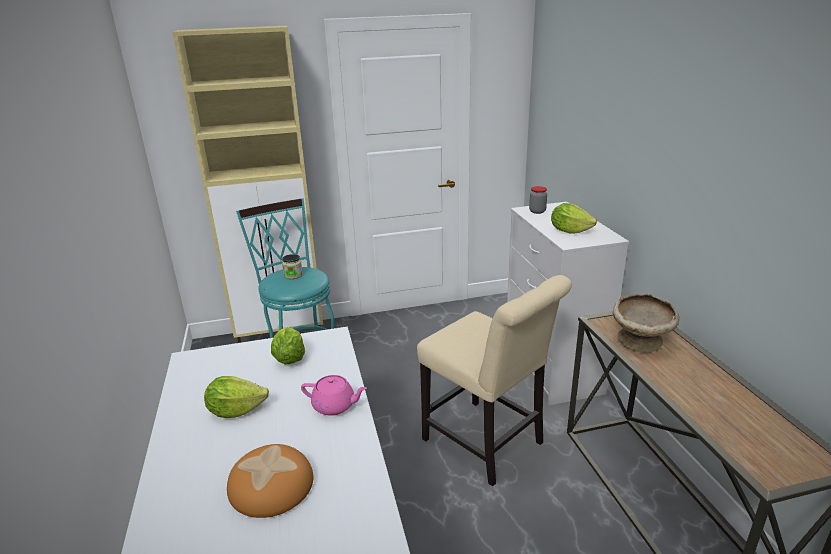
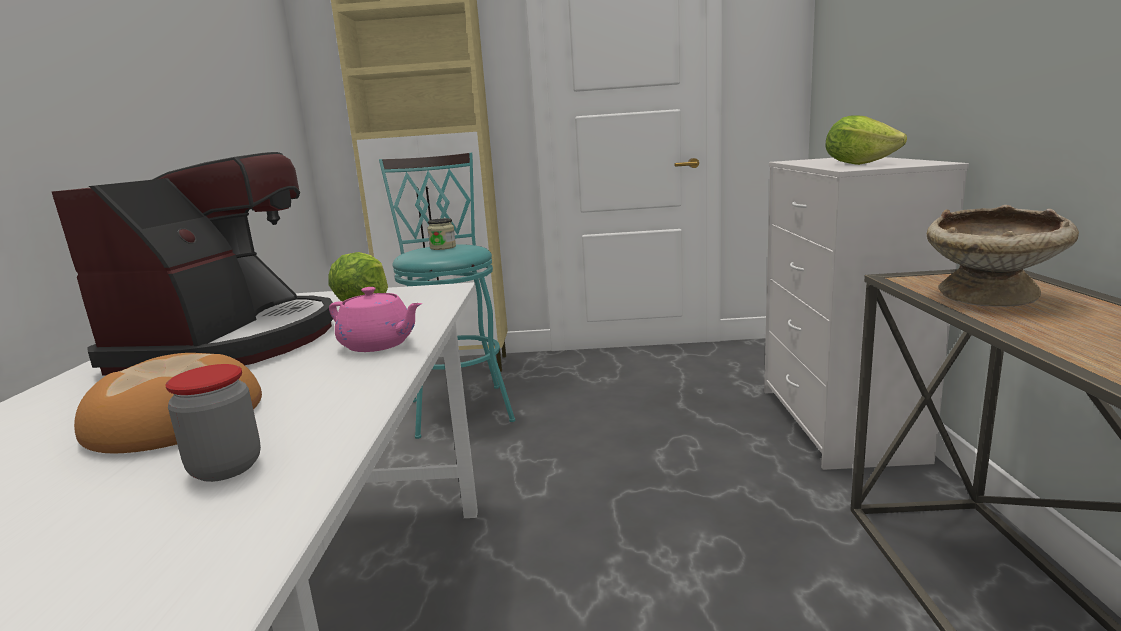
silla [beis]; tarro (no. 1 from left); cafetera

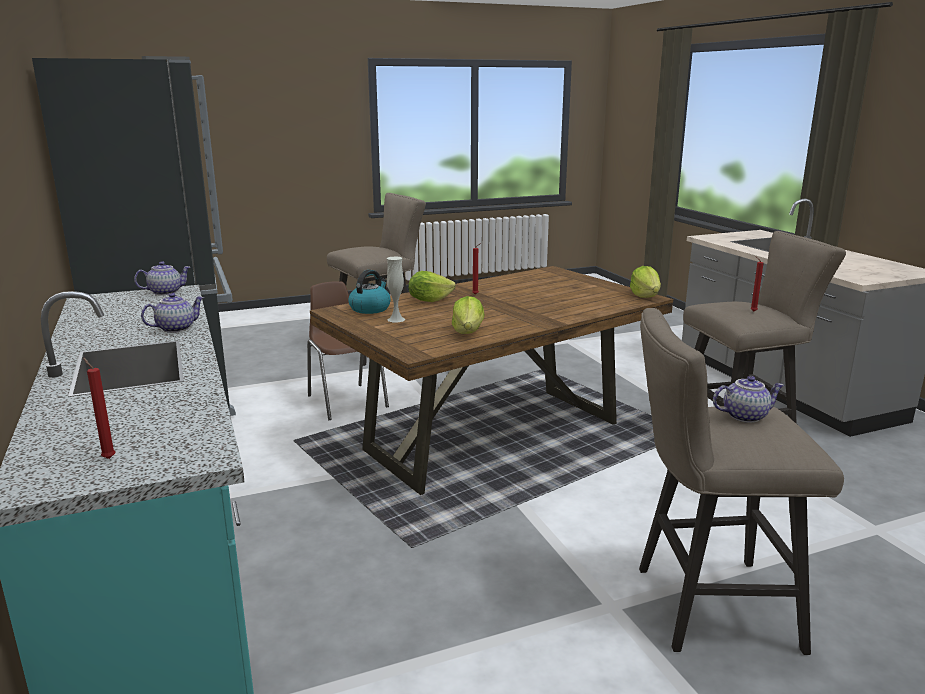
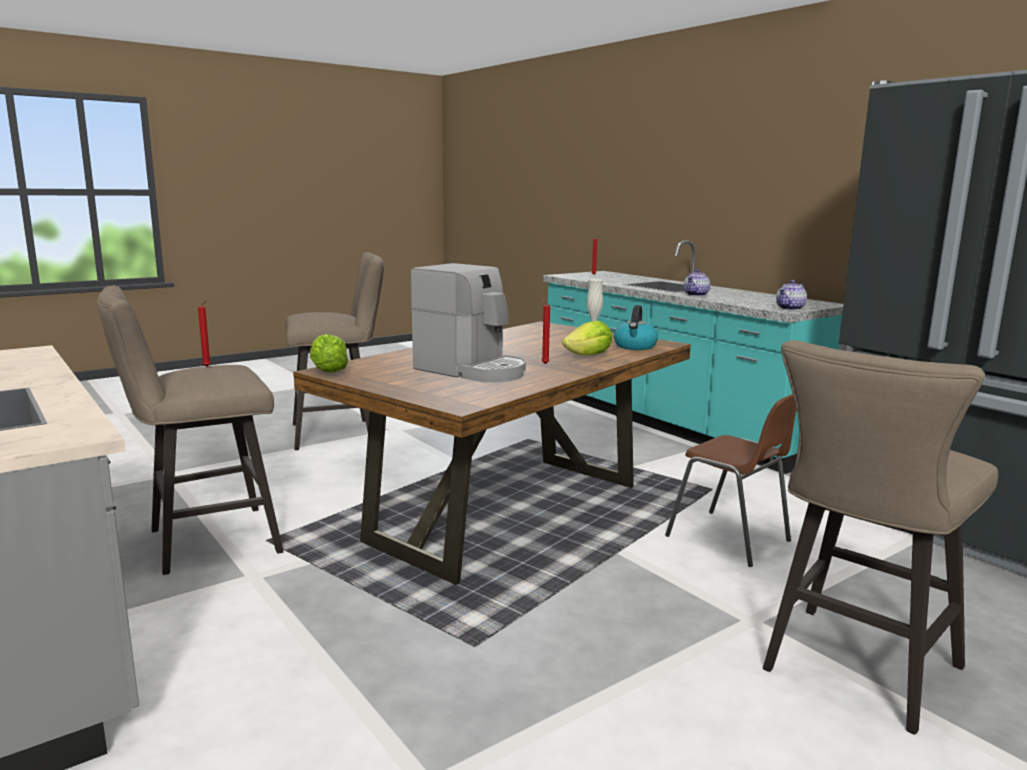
lechuga (no. 2 from left in the first image); tetera (no. 3 from left in the first image); cafetera

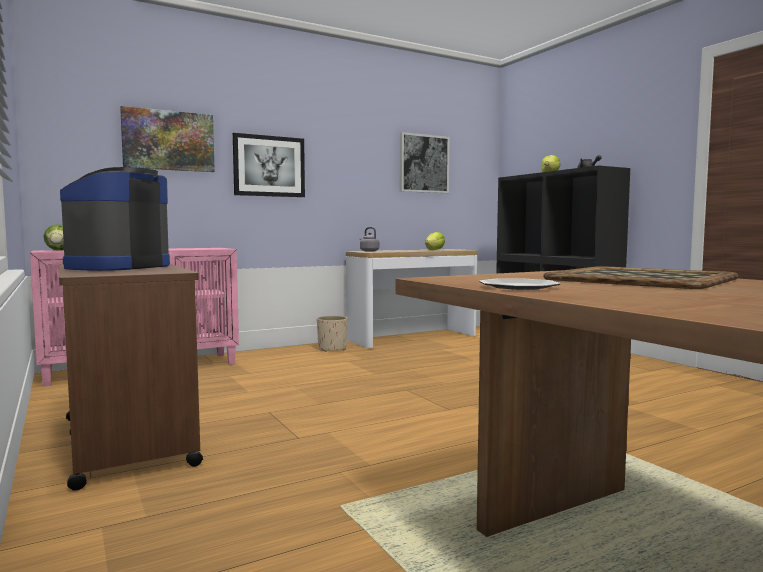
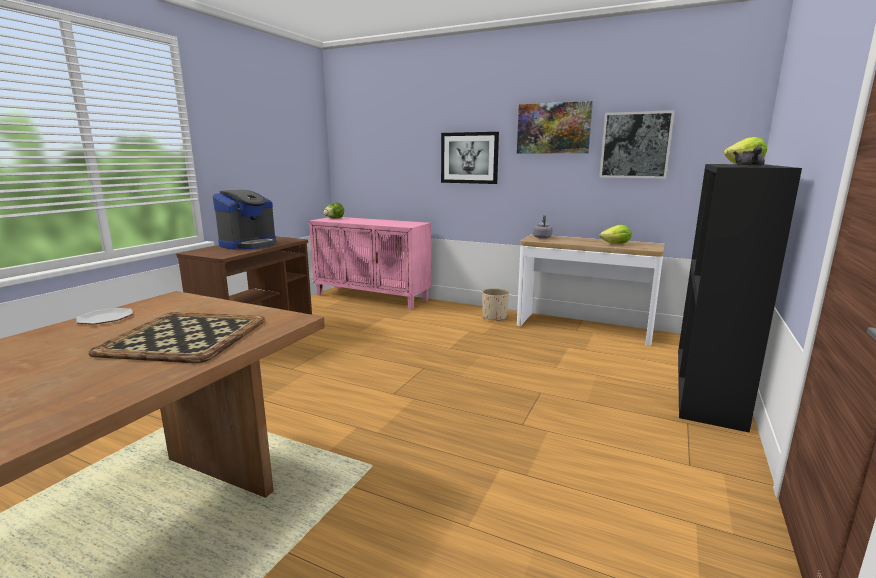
cuadro (no. 2 from left); cafetera

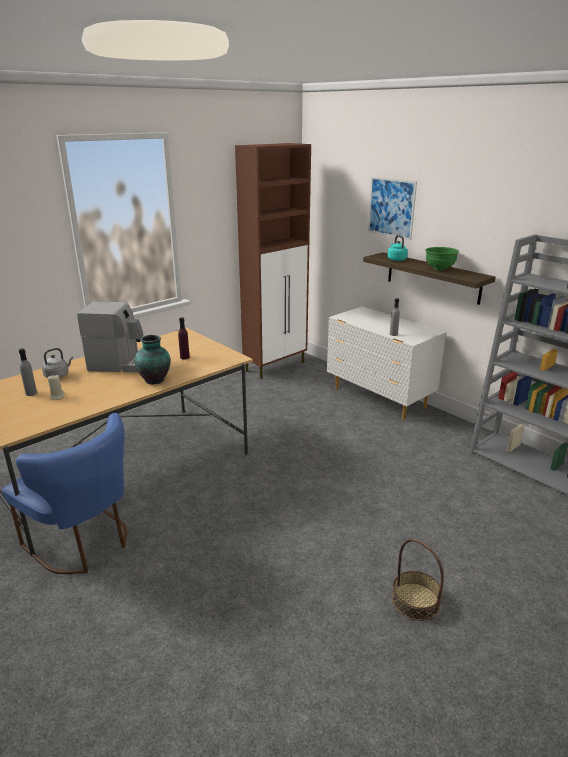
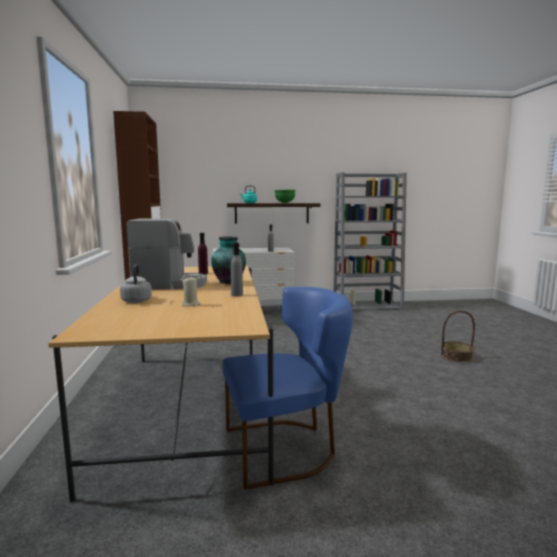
cuadro; botella [gris] (no. 1 from left); cafetera

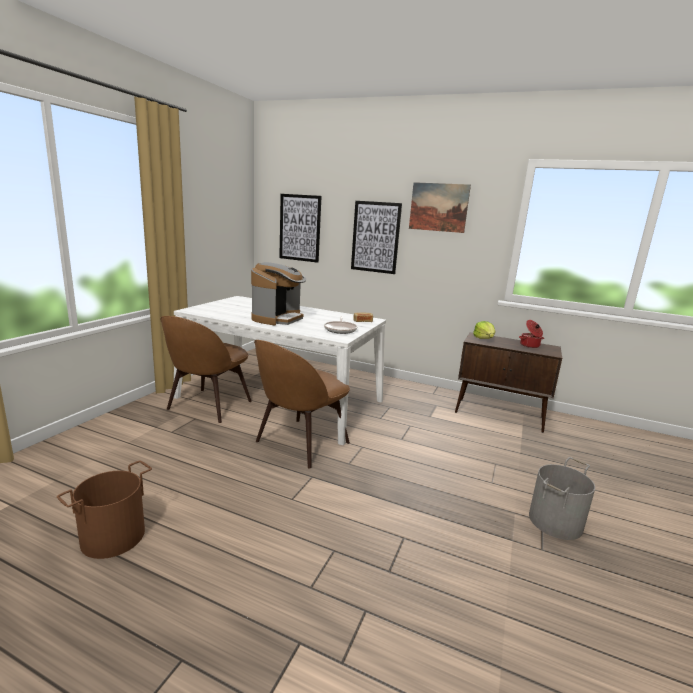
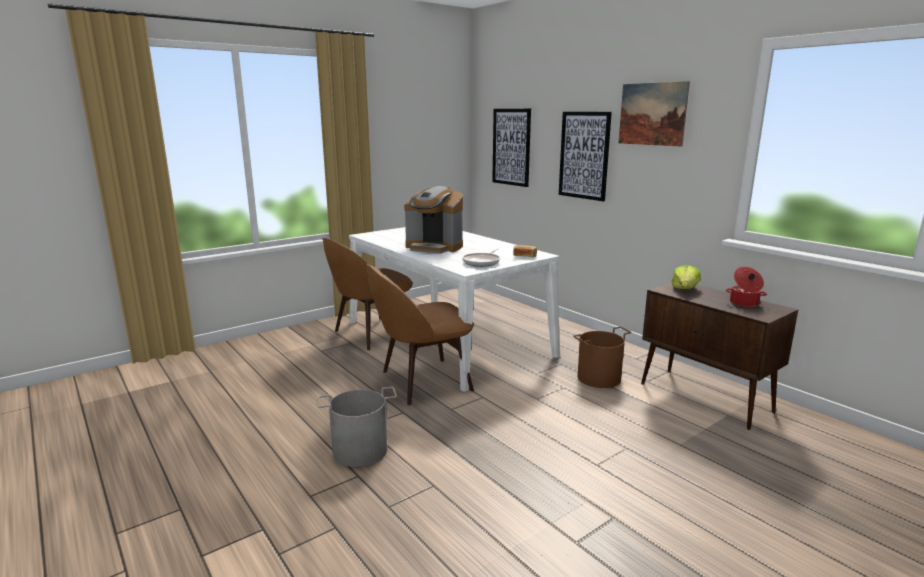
cubo [marrón]; cubo [gris]; cafetera

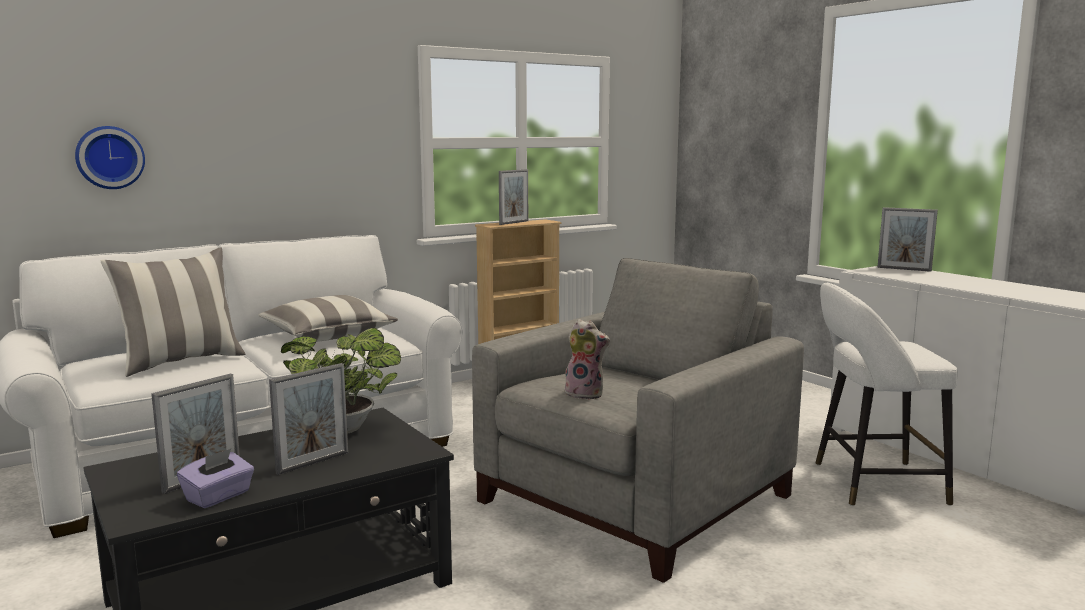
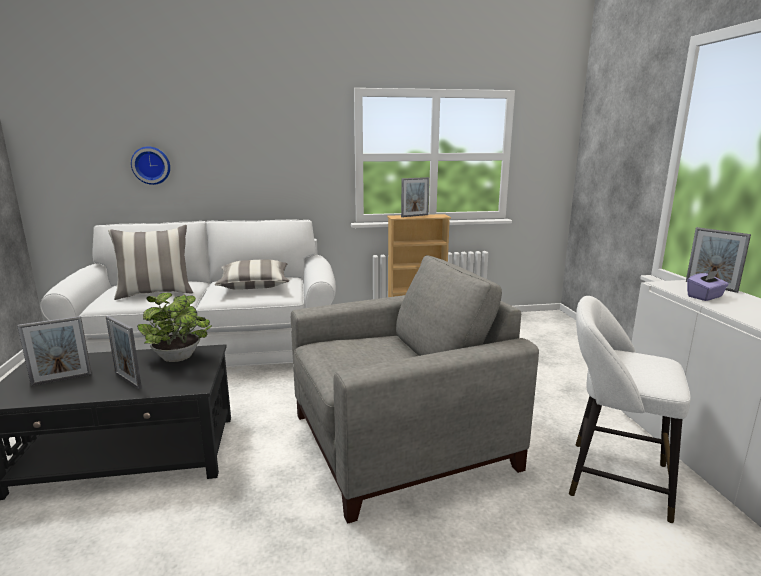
peluche; caja de pañuelos [morado]; portarretratos (no. 2 from left)

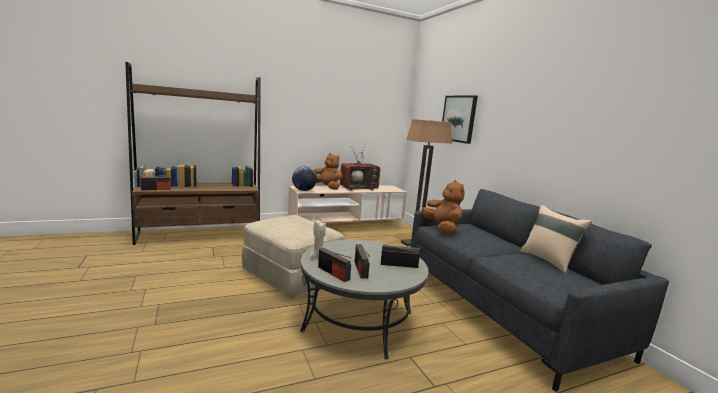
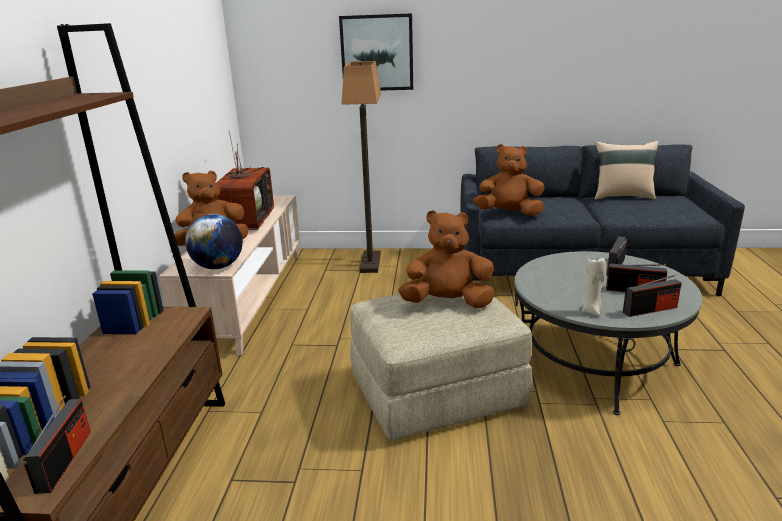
peluche [marrón] (no. 2 from left)

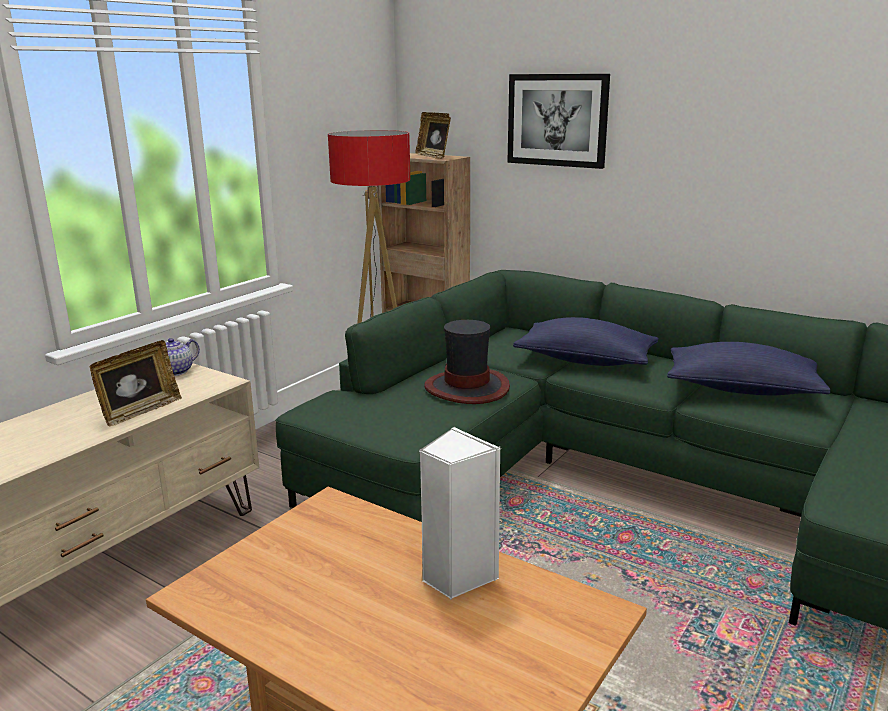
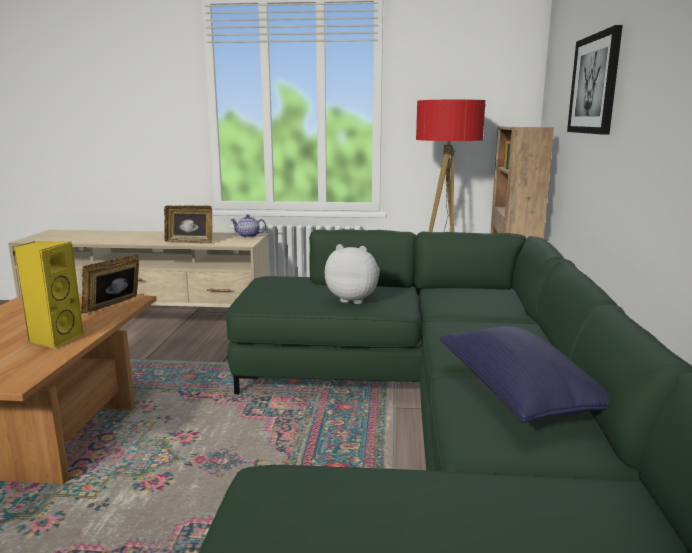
cojín [azul] (no. 1 from left in the first image); portarretratos (no. 1 from left); peluche; altavoz [amarillo]

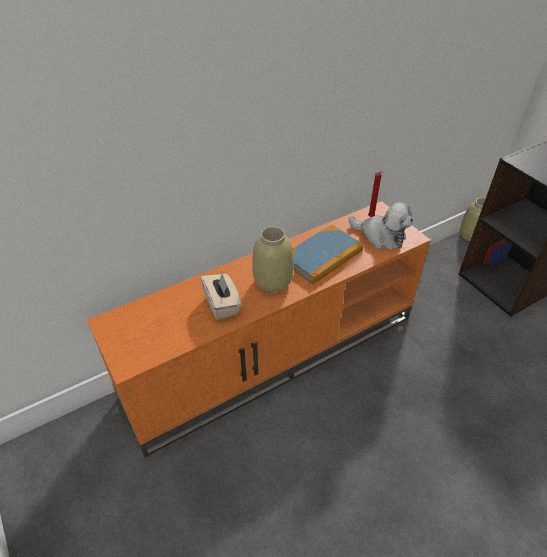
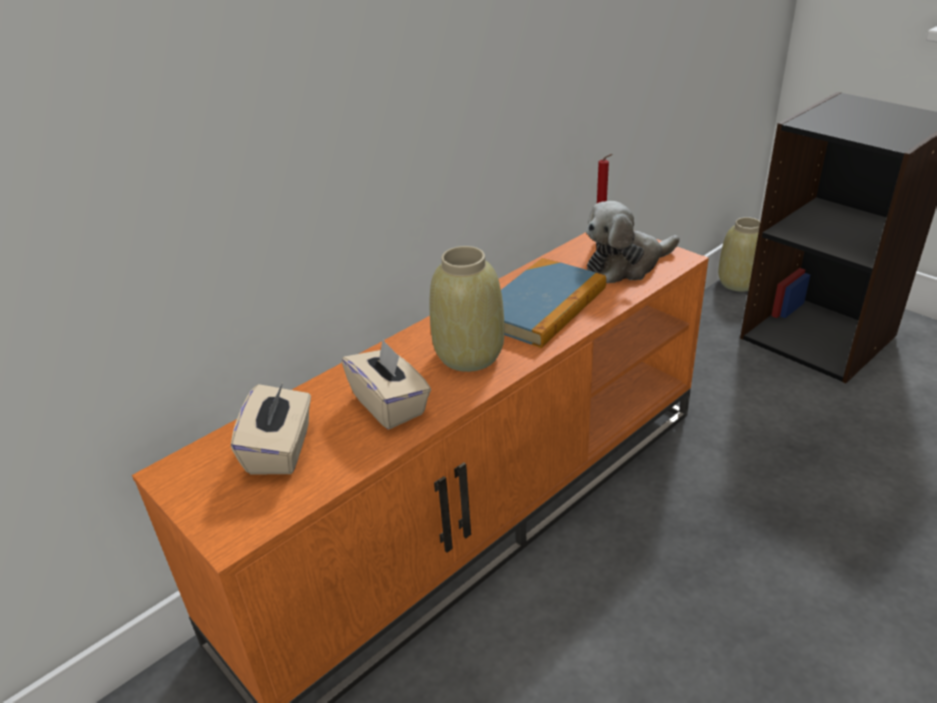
caja de pañuelos [beis] (no. 1 from left); peluche

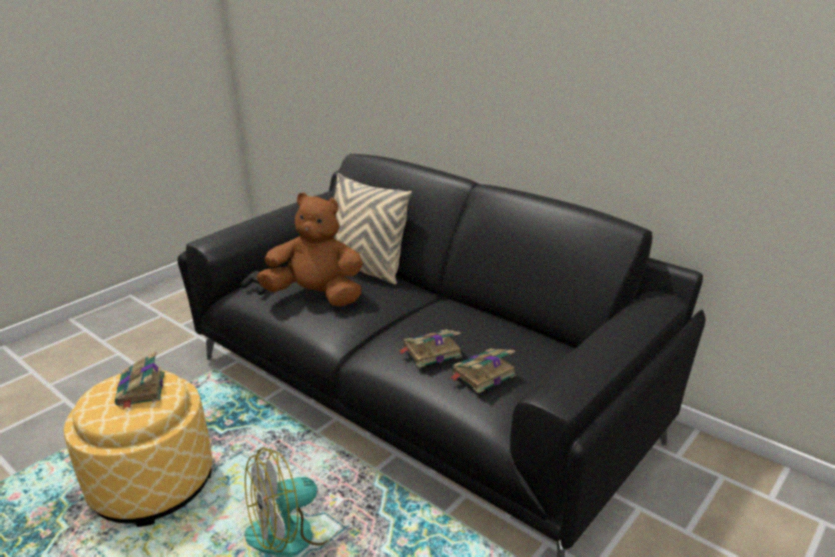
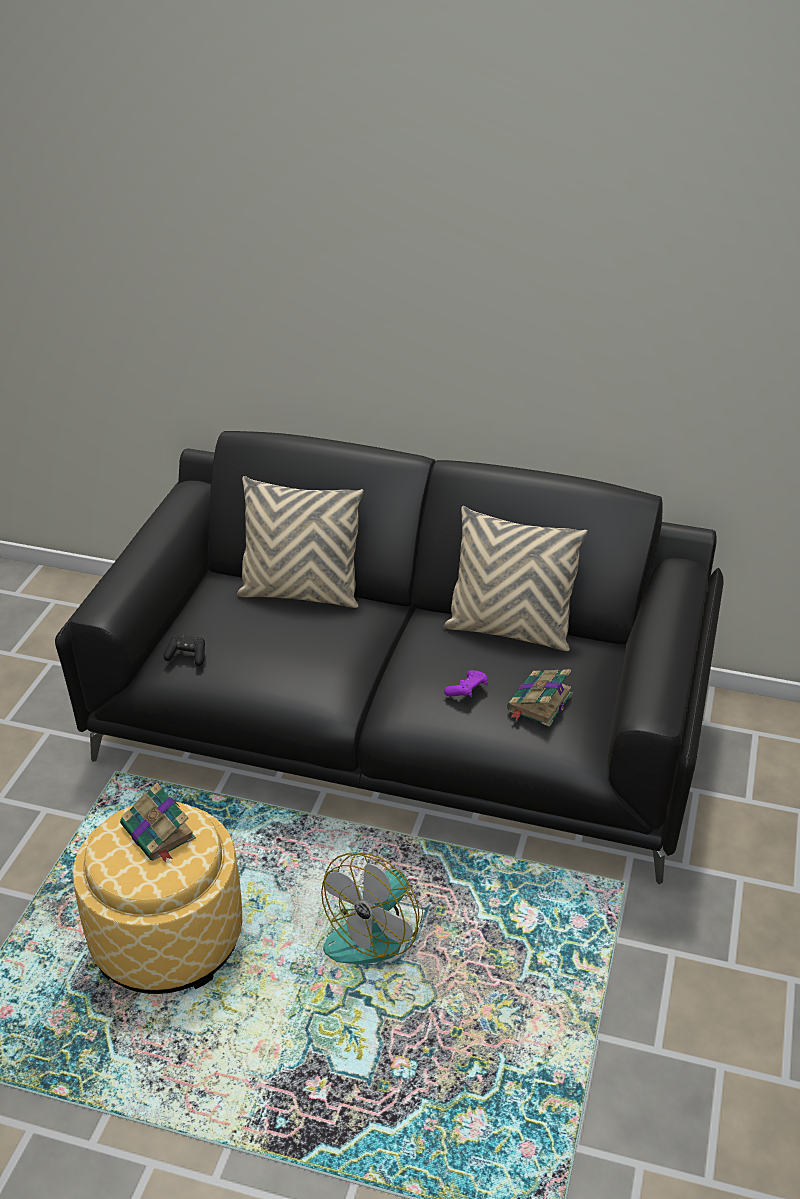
peluche [marrón]; cojín [beis] (no. 2 from left); mando de consola [morado]

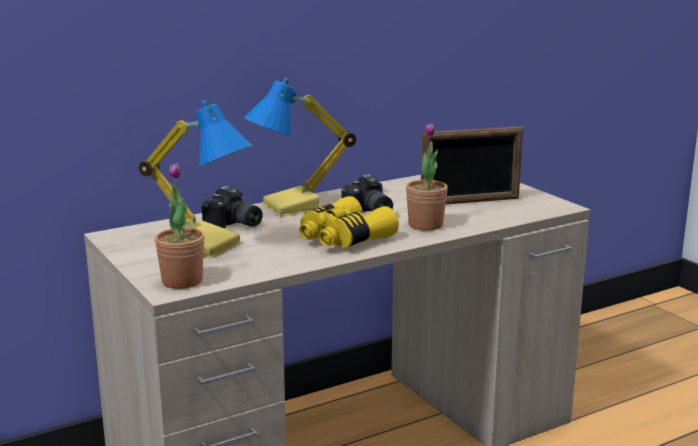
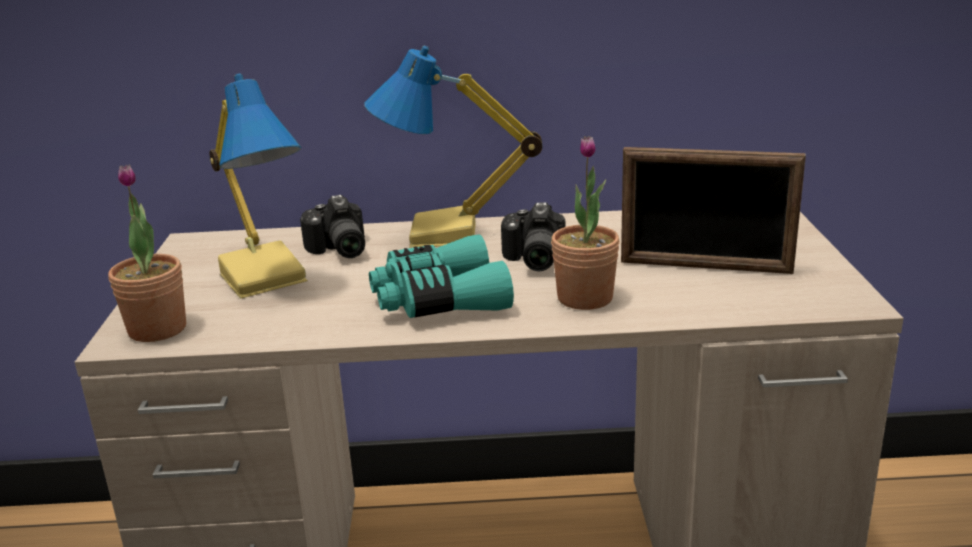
prismáticos [turquesa]

